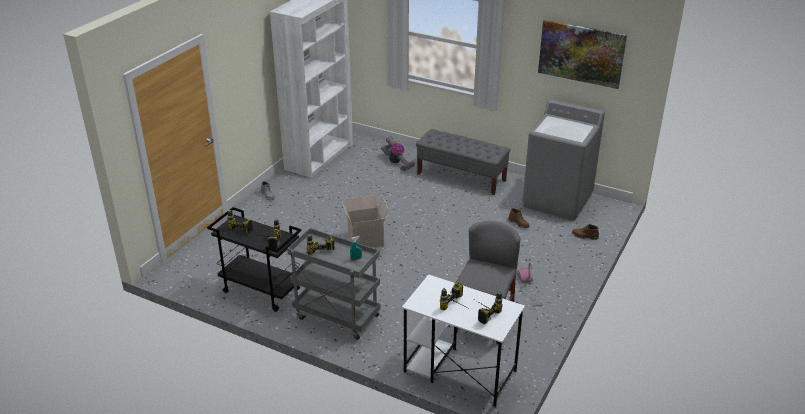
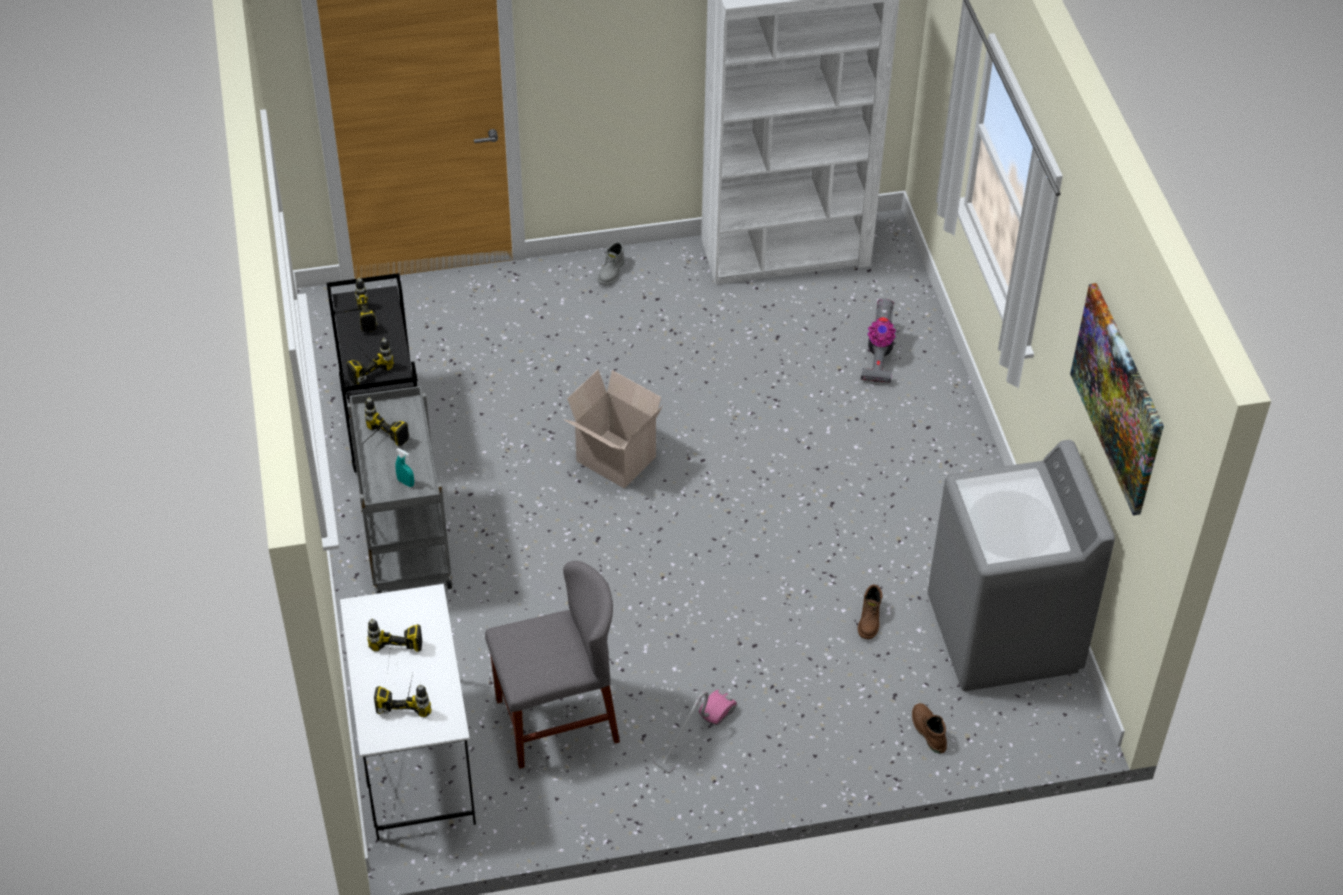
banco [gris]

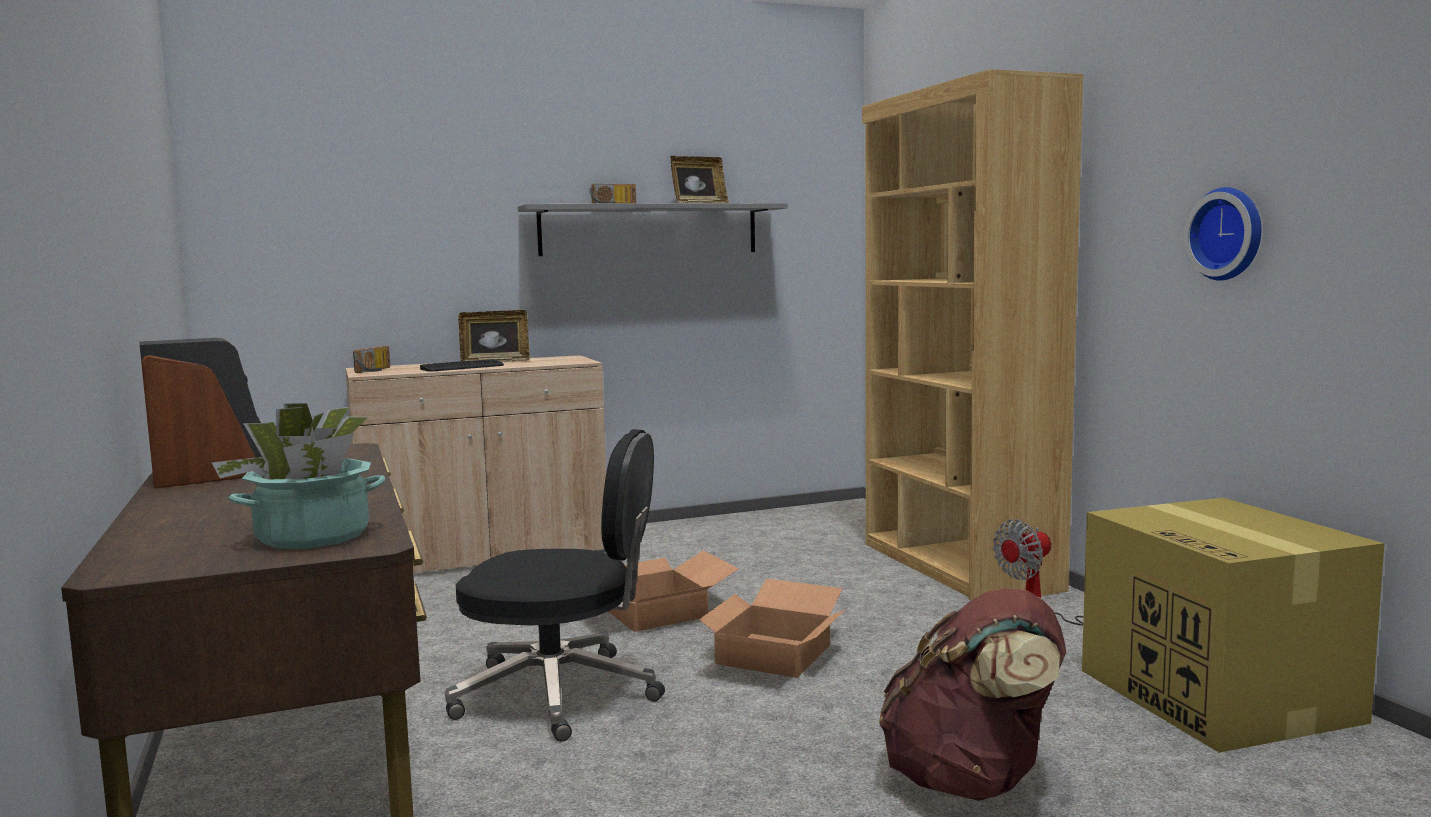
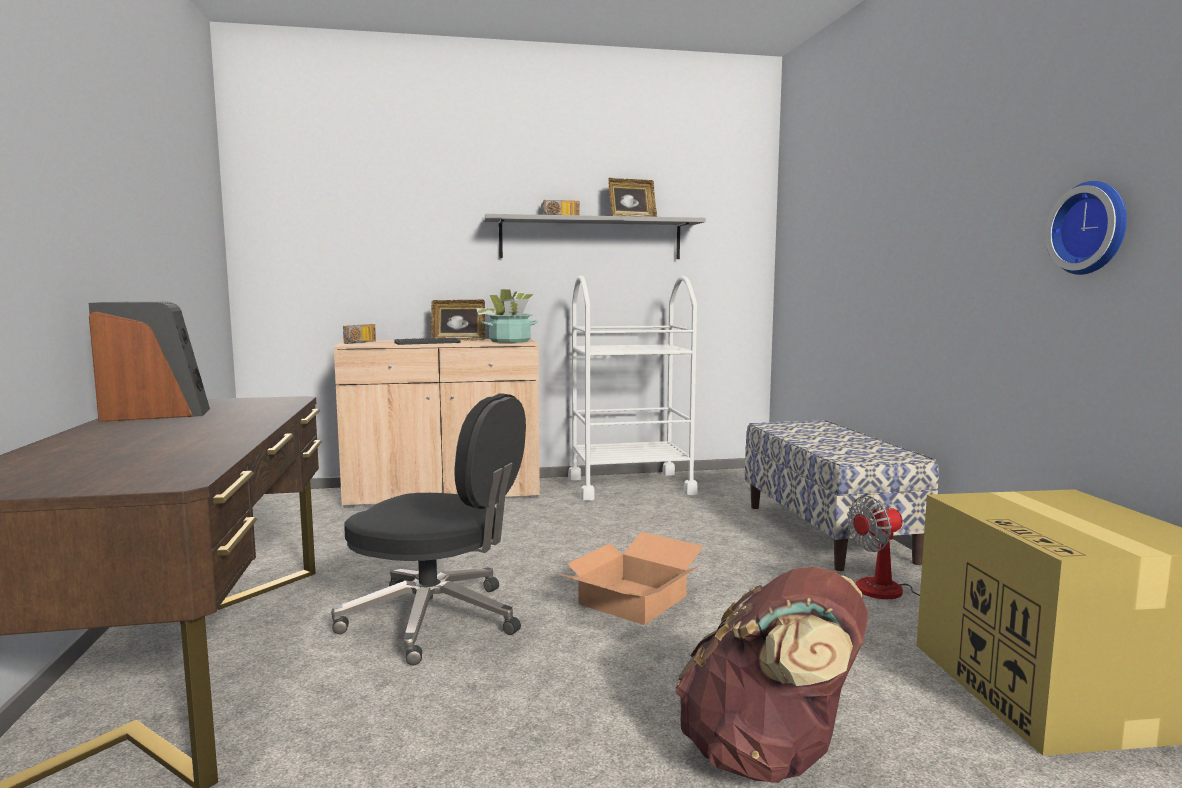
caja de cartón (no. 1 from left in the first image); carrito [blanco]; planta en maceta; banco

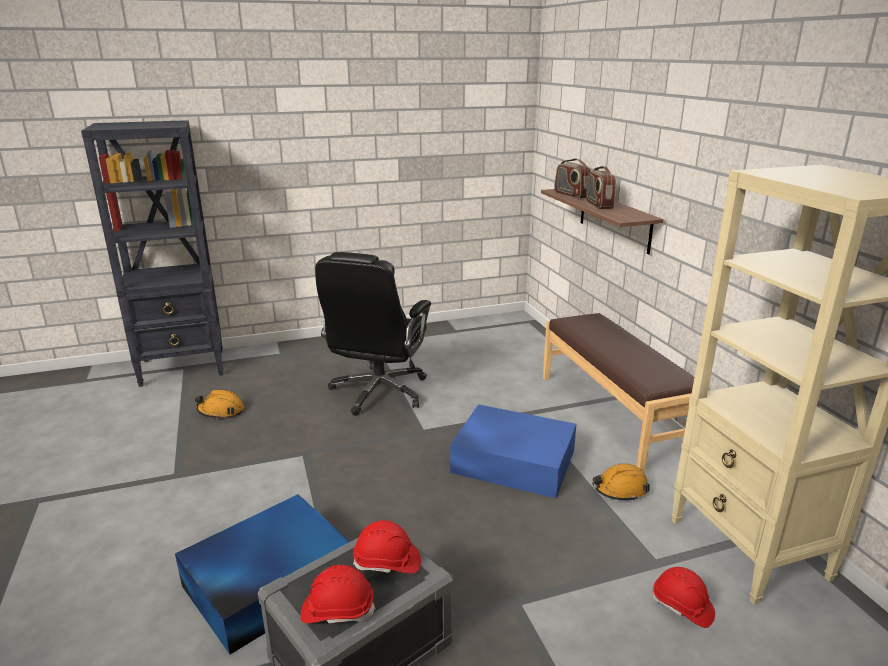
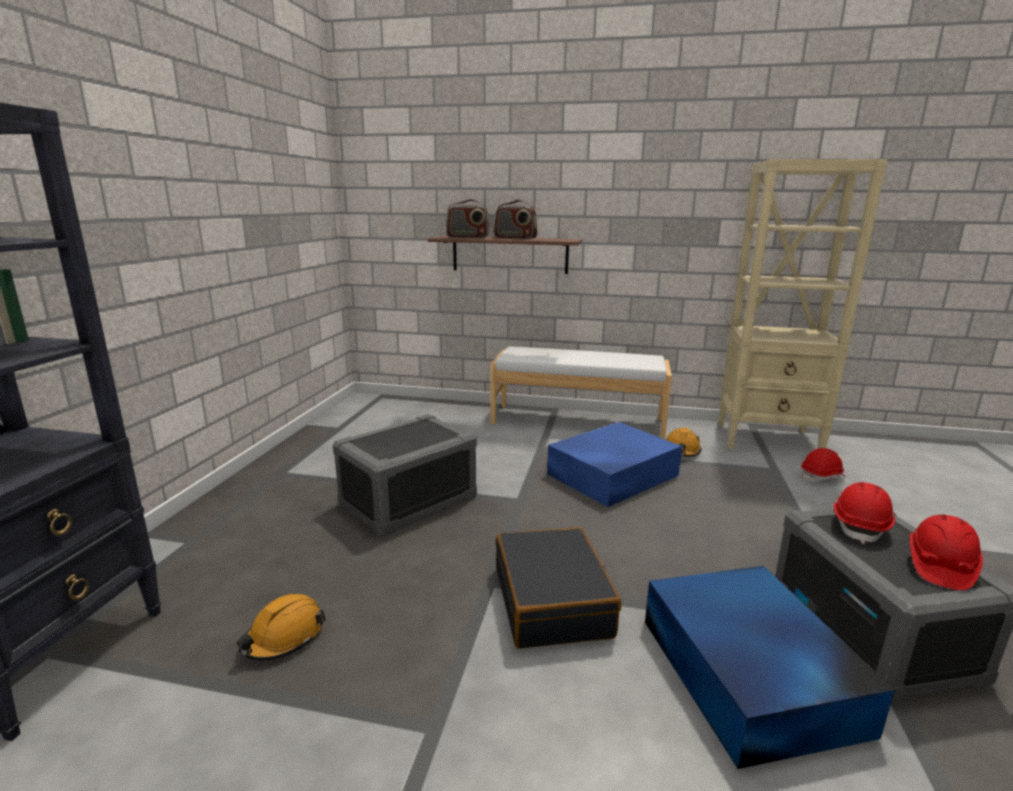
maleta [negro]; caja de almacenaje [gris] (no. 1 from left); banco [blanco]

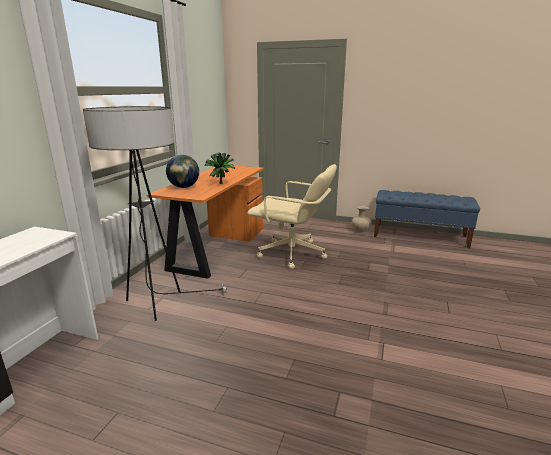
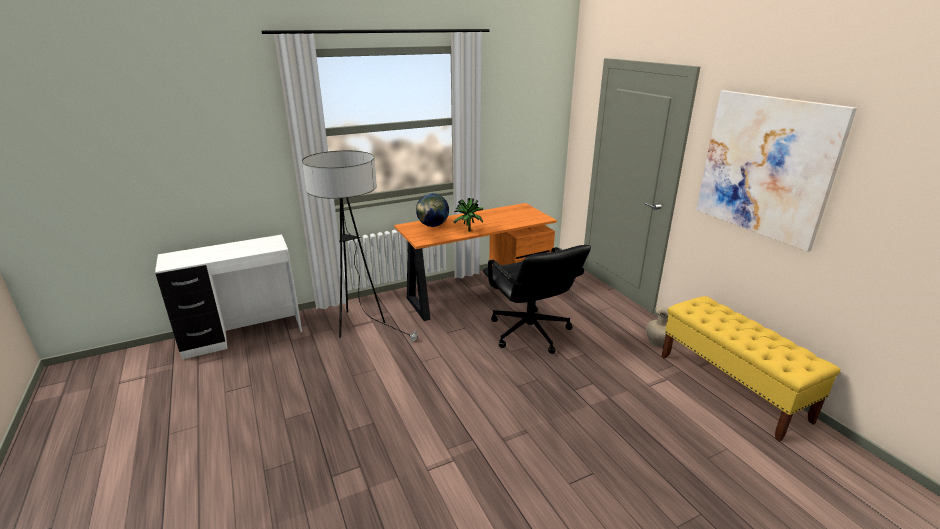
cuadro; silla de oficina [negro]; banco [amarillo]

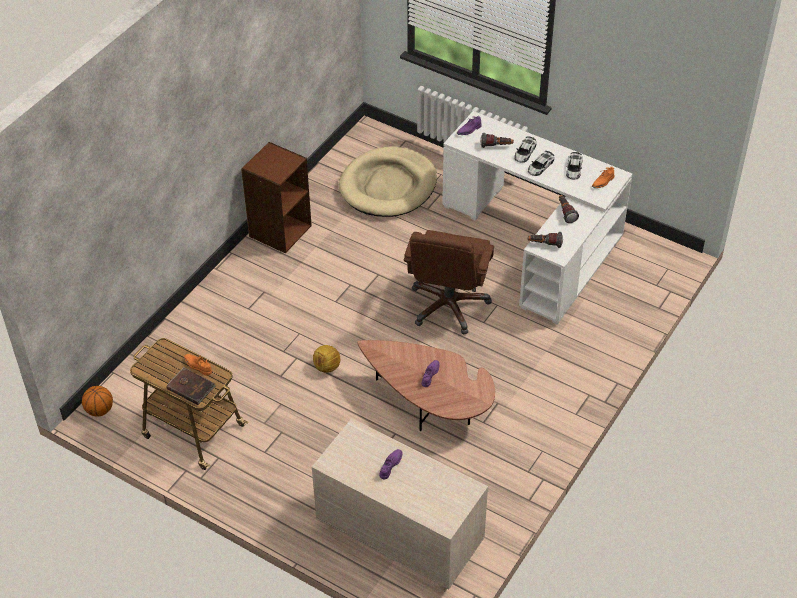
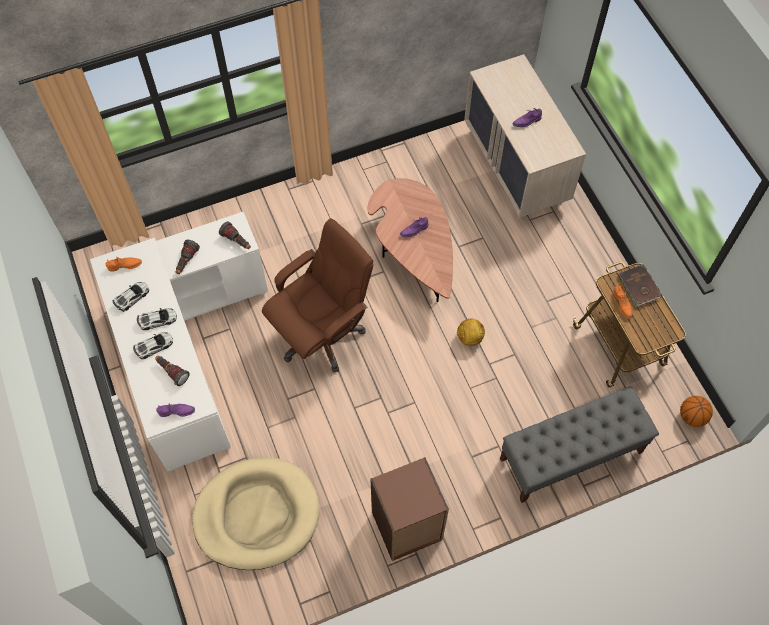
banco [gris]

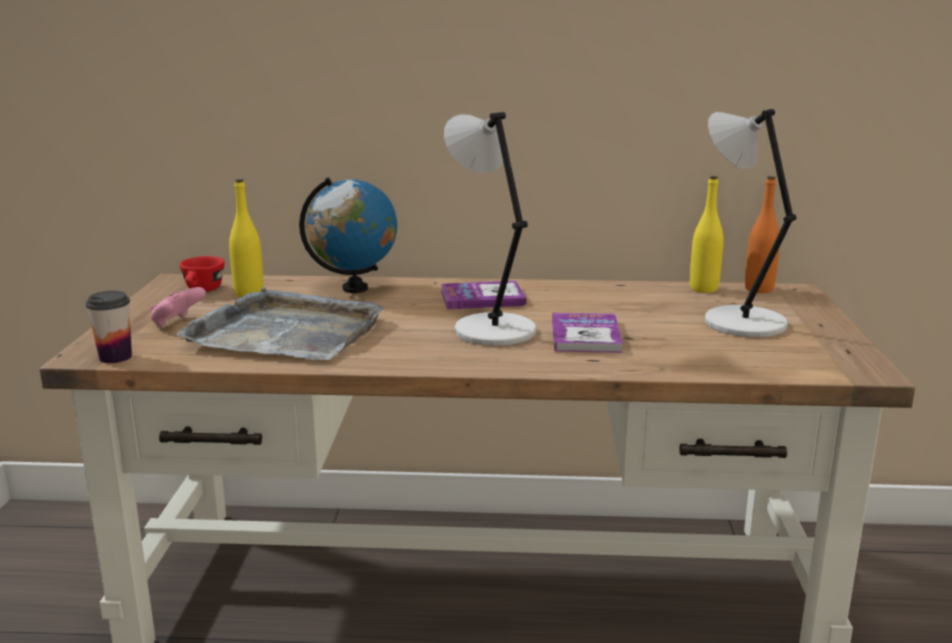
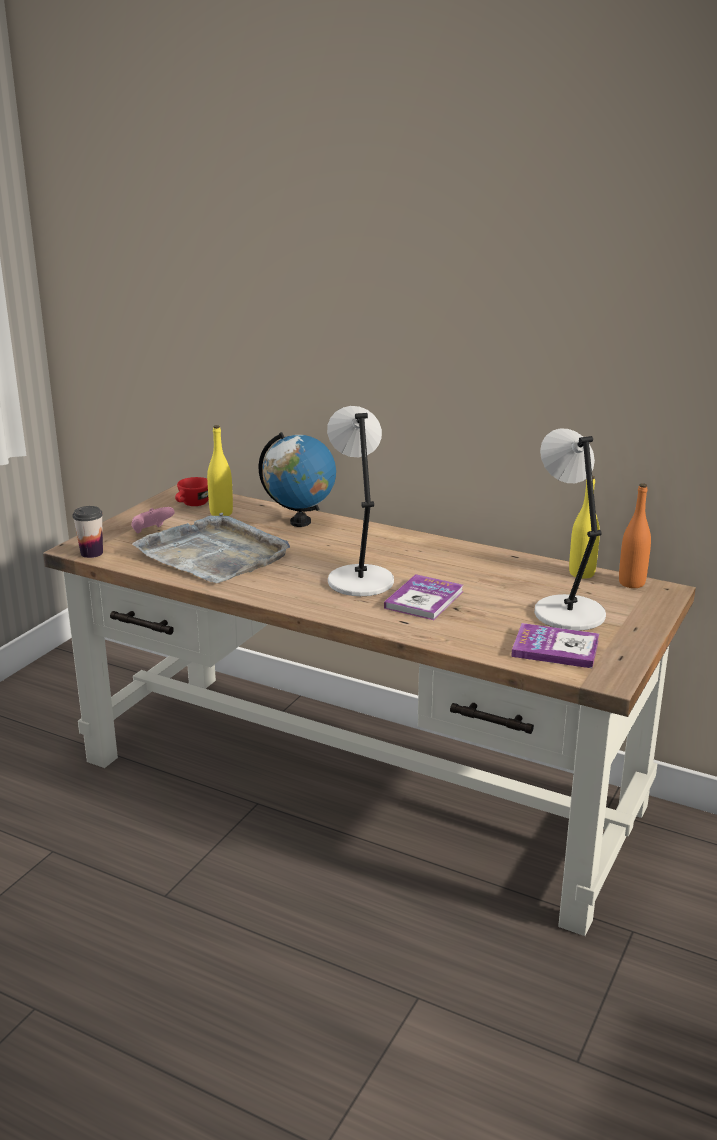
libro (no. 2 from left)

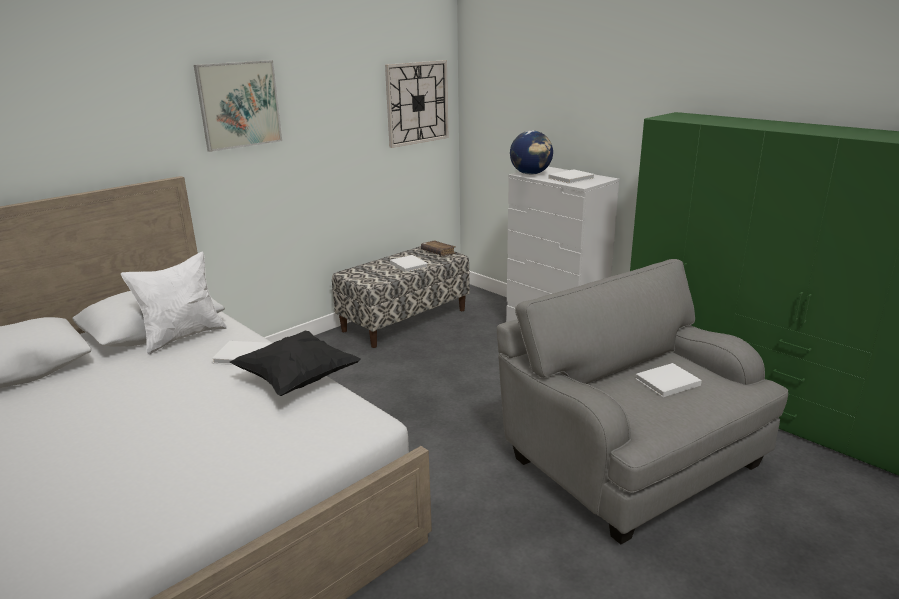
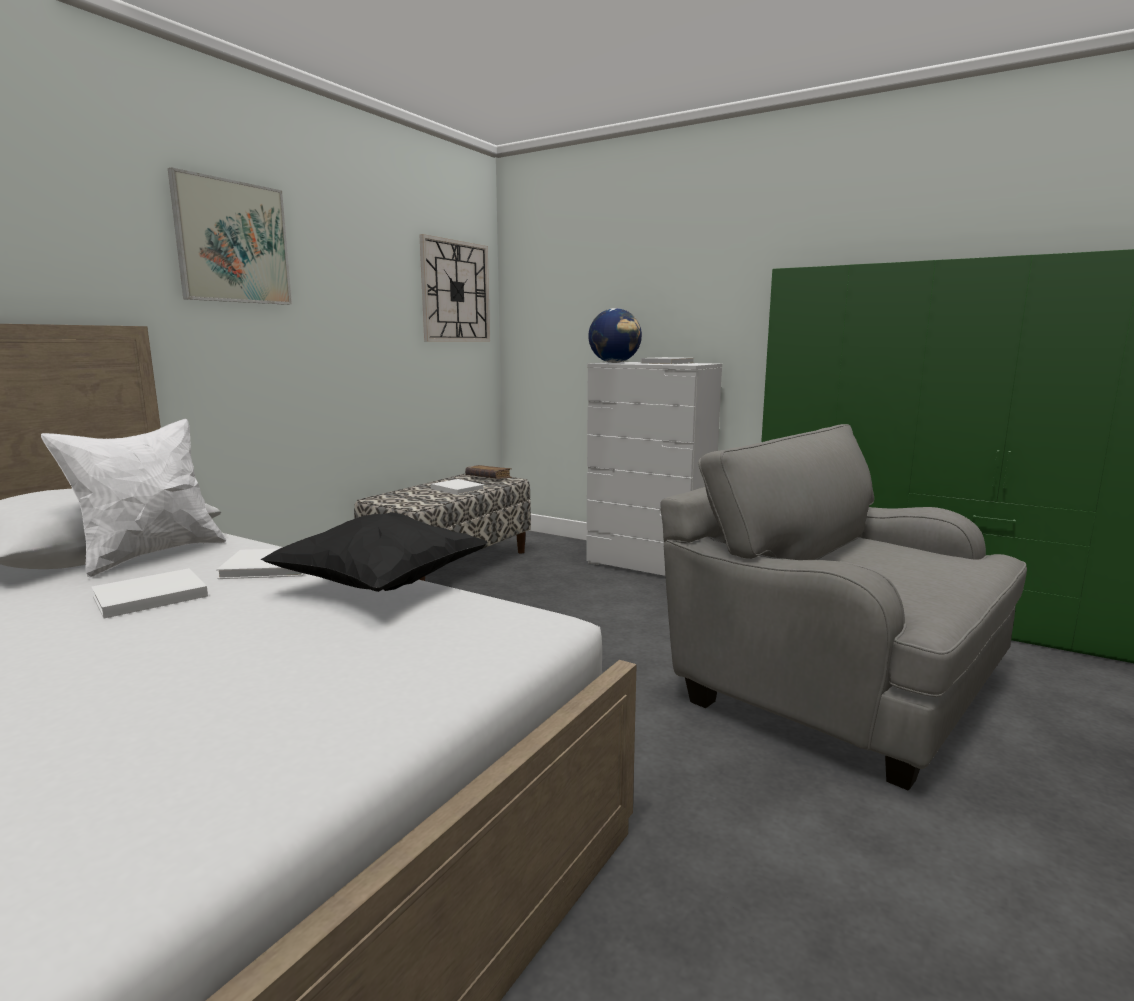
libro [blanco] (no. 1 from left)

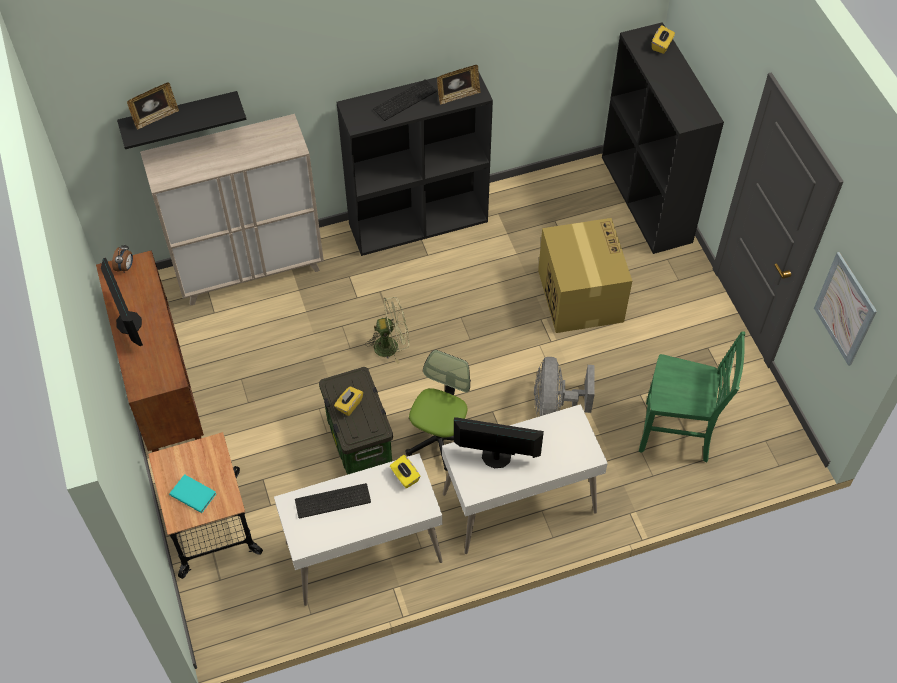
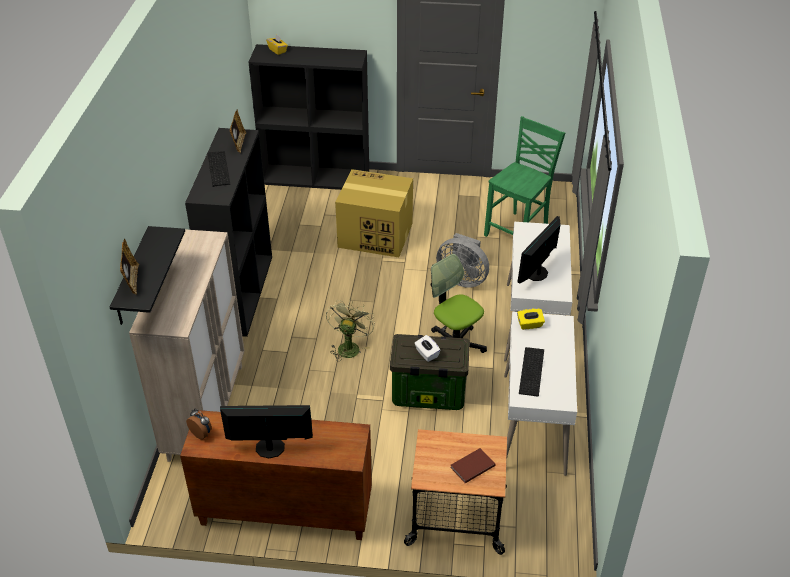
cuadro; libro [marrón]; caja de pañuelos [blanco]

